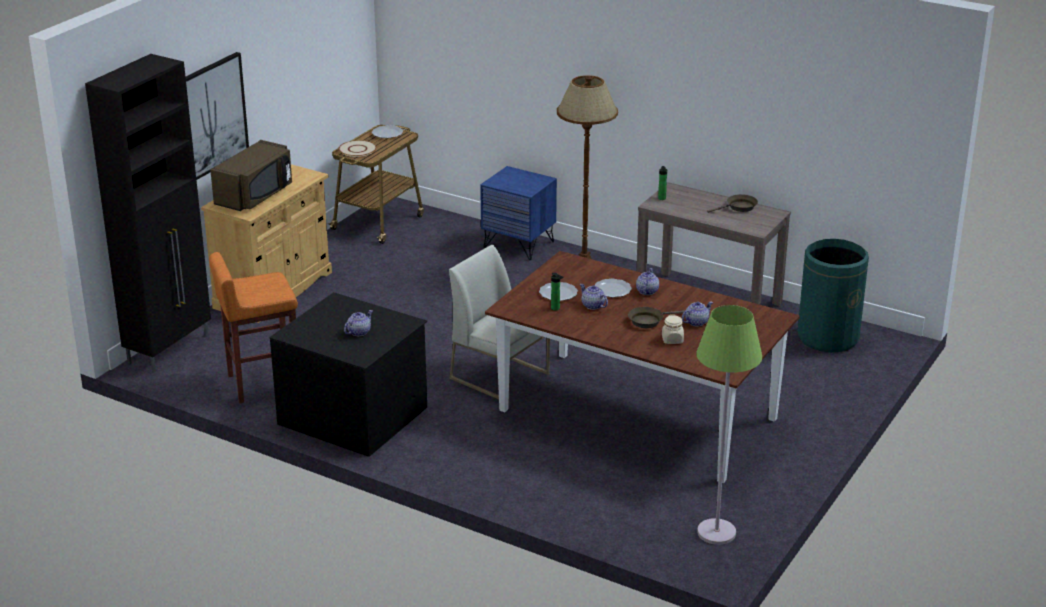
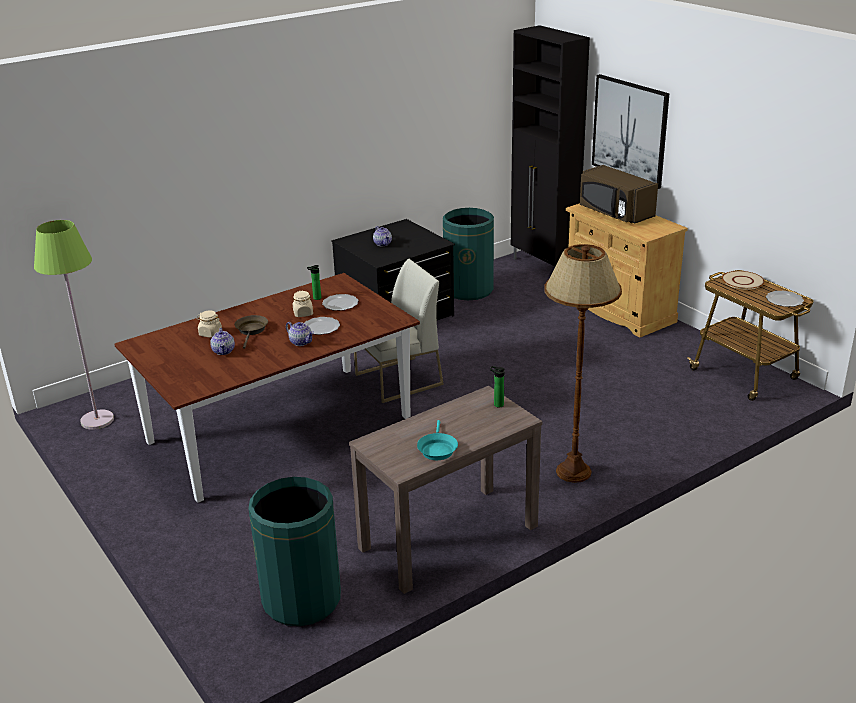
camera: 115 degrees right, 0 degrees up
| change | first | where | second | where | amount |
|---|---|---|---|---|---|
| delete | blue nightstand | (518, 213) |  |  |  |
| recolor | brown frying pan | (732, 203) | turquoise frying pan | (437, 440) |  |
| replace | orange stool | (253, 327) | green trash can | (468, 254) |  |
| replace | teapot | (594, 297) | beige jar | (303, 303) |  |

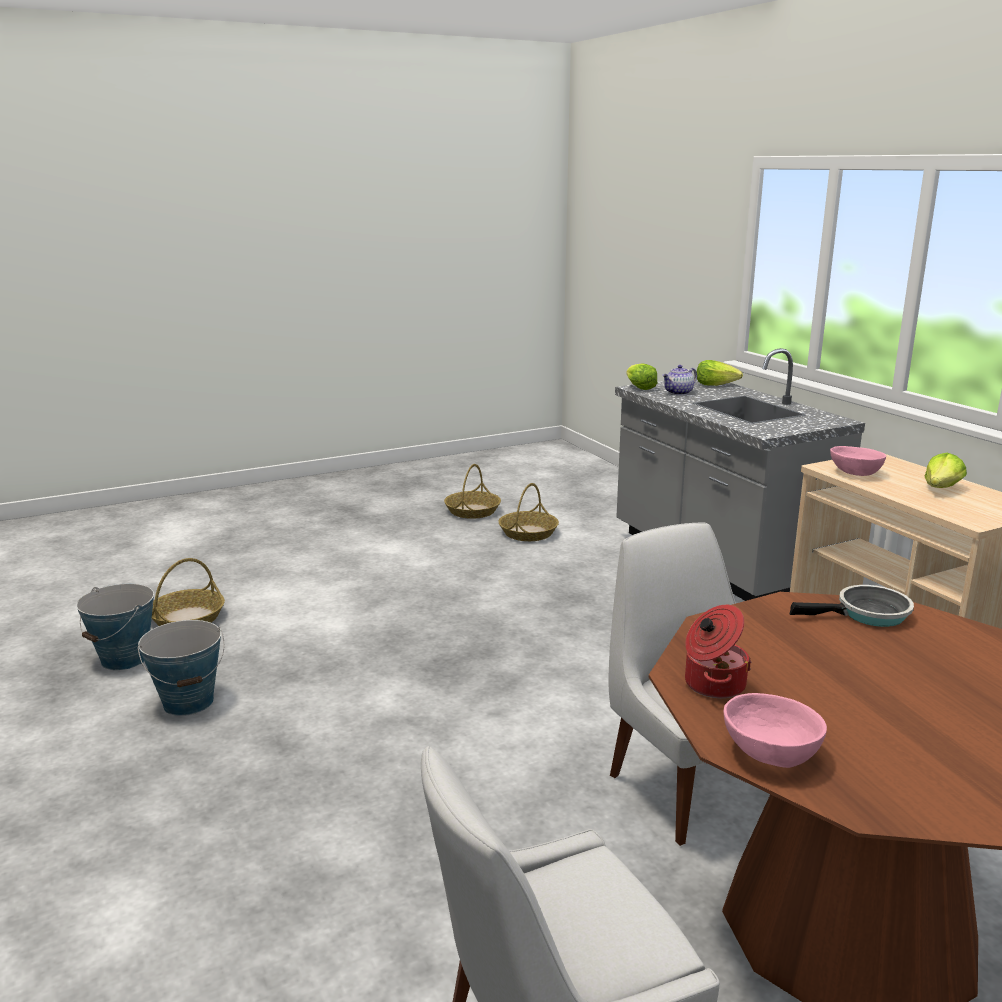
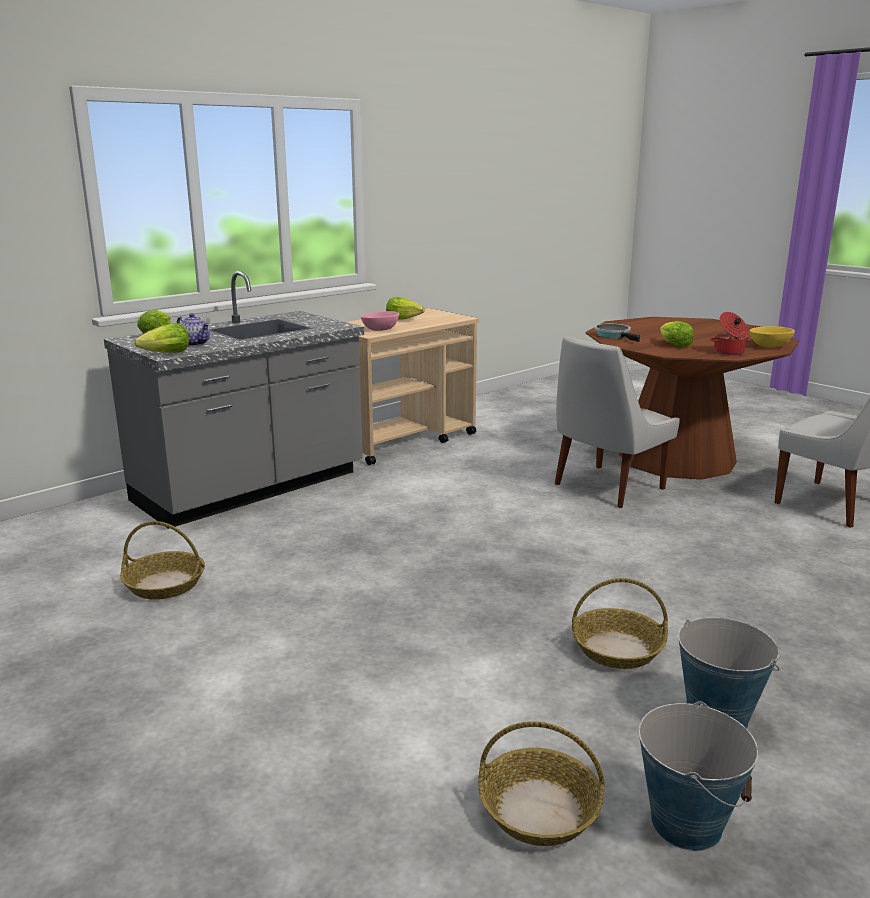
camera: 105 degrees left, 0 degrees up
| change | first | where | second | where | amount |
|---|---|---|---|---|---|
| move | basket | (472, 491) |  | (620, 623) |  |
| recolor | pink bowl | (775, 730) | yellow bowl | (772, 337) |  |
| insert |  |  | lettuce | (677, 334) |  |

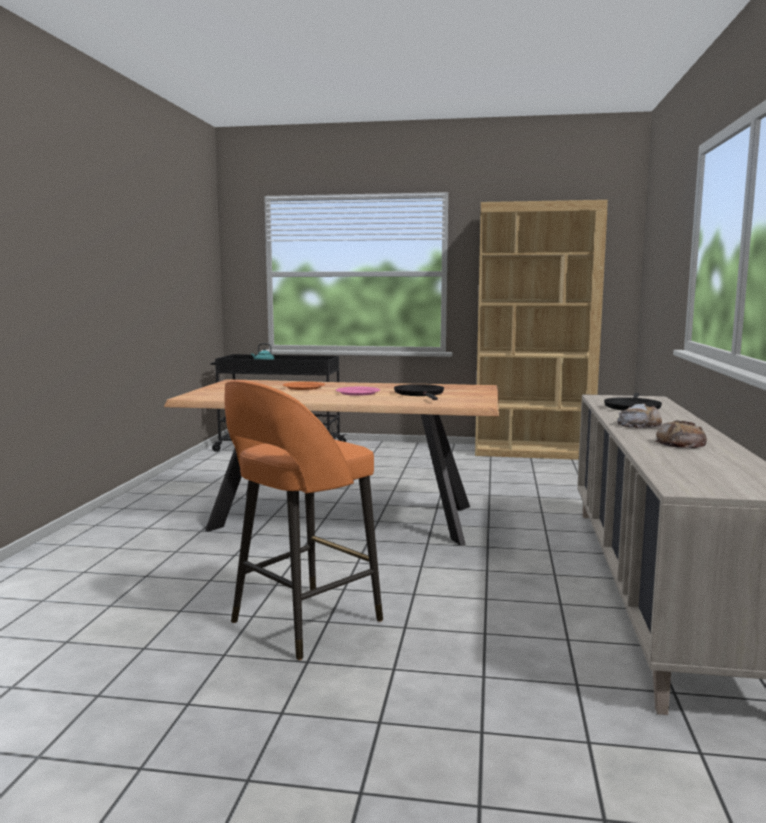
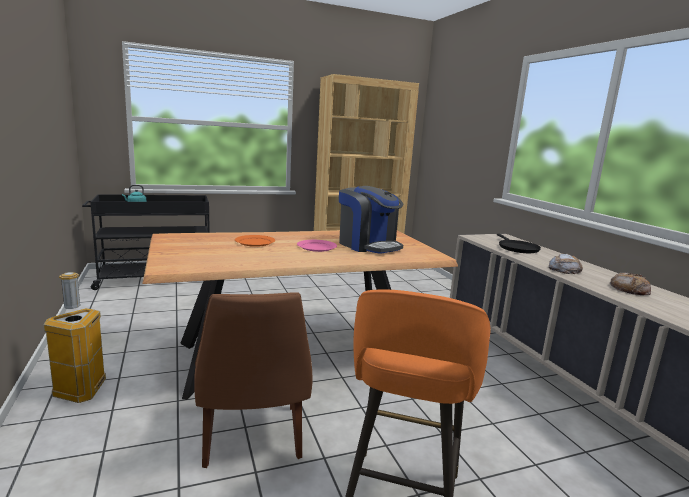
camera: 30 degrees left, 5 degrees up
| change | first | where | second | where | amount |
|---|---|---|---|---|---|
| replace | black frying pan | (419, 392) | coffee machine | (371, 220) |  |
| insert |  |  | trash can | (75, 337) |  |
| insert |  |  | brown chair | (253, 380) |  |

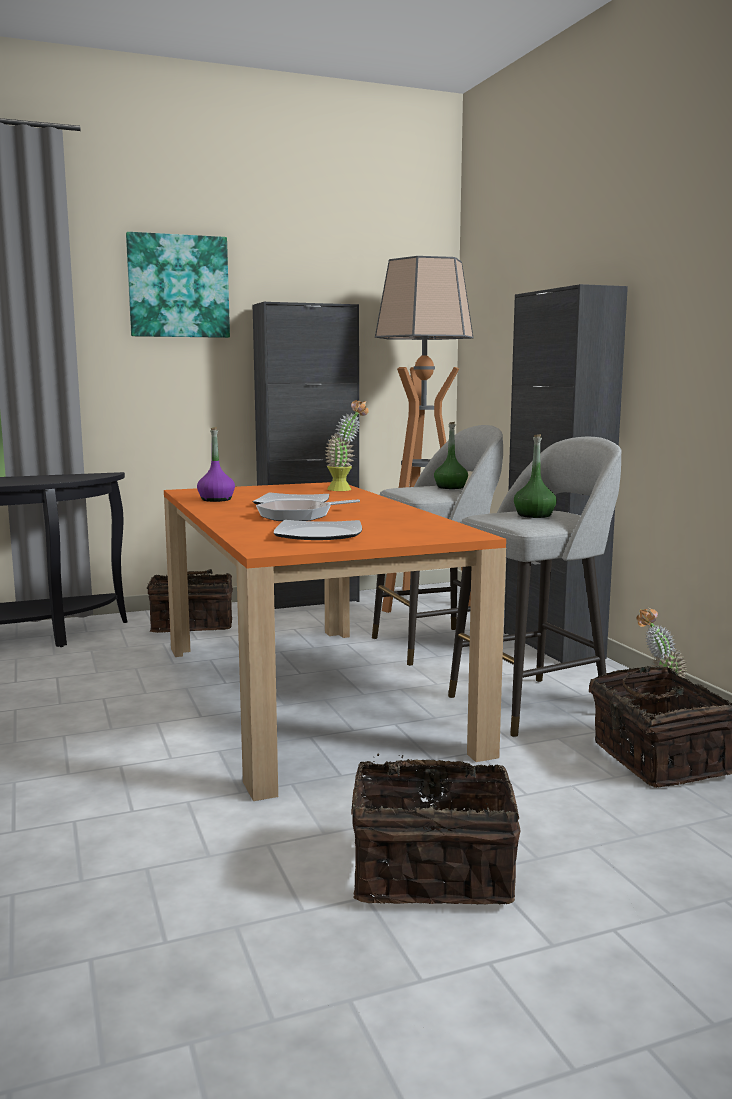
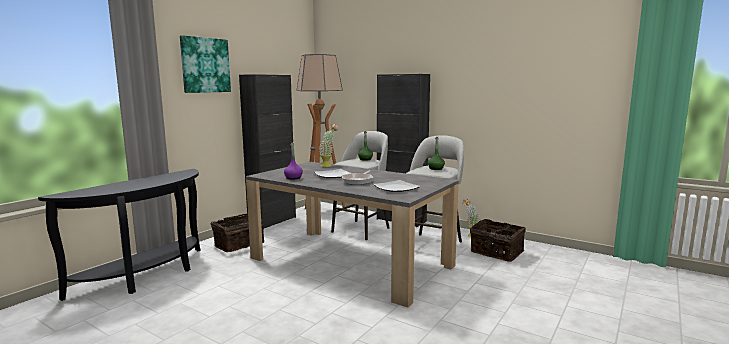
camera: 35 degrees left, 0 degrees up
| change | first | where | second | where | amount |
|---|---|---|---|---|---|
| recolor | orange dining table | (335, 641) | grey dining table | (352, 234) |  |
| delete | basket | (436, 829) |  |  |  |

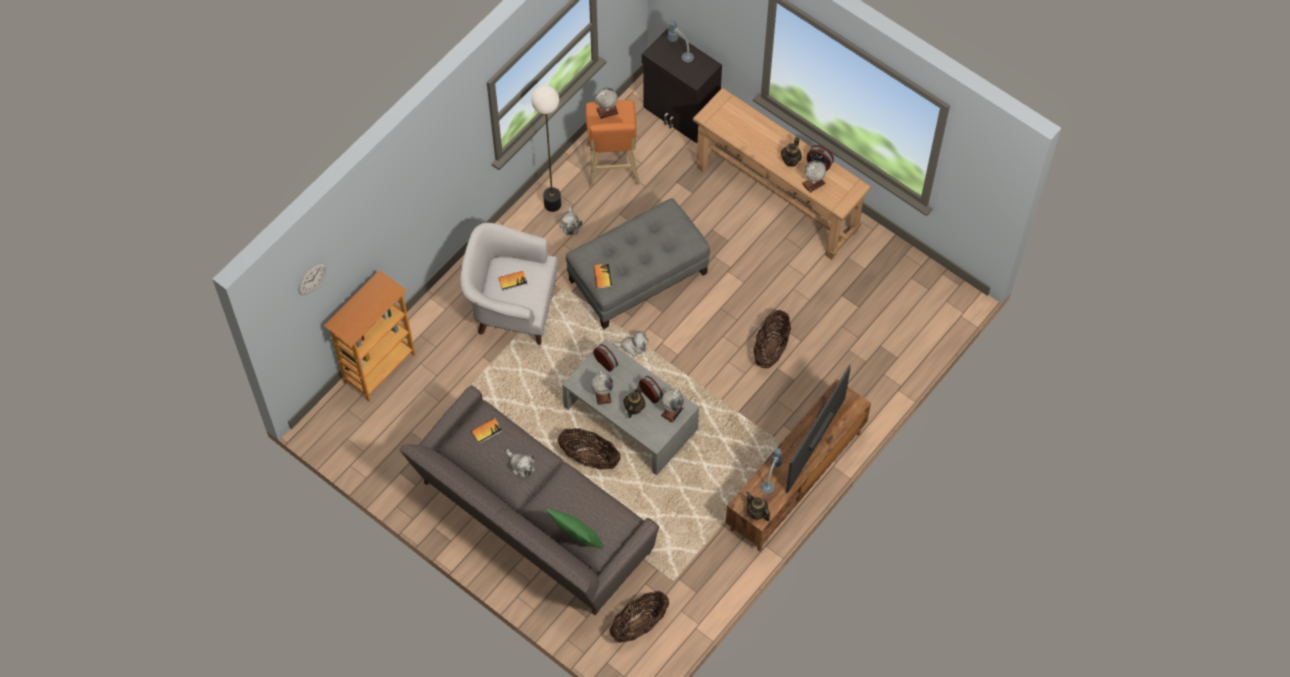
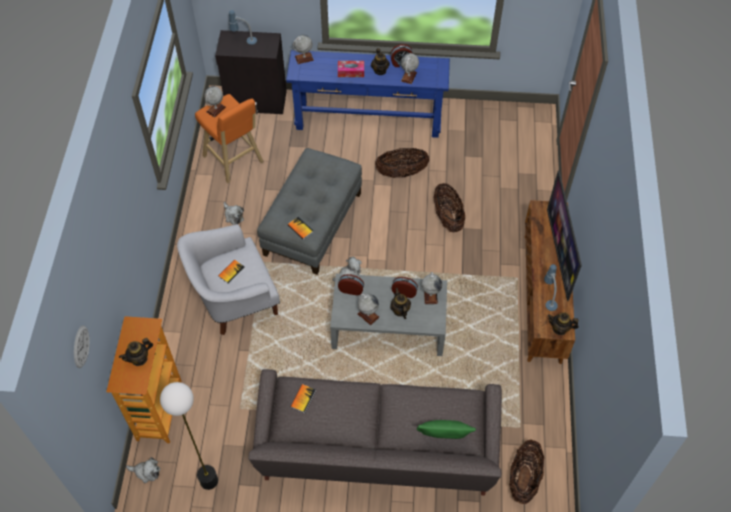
camera: 35 degrees left, 5 degrees down
| change | first | where | second | where | amount |
|---|---|---|---|---|---|
| move | floor lamp | (546, 148) |  | (189, 436) |  |
| recolor | brown console table | (782, 174) | blue console table | (368, 94) |  |
| move | basket | (589, 449) |  | (402, 163) |  |
| move | plush toy | (520, 463) |  | (143, 470) |  |
| insert |  |  | globe | (303, 49) |  |
| insert |  |  | tissue box | (351, 69) |  |
| insert |  |  | teapot | (136, 352) |  |

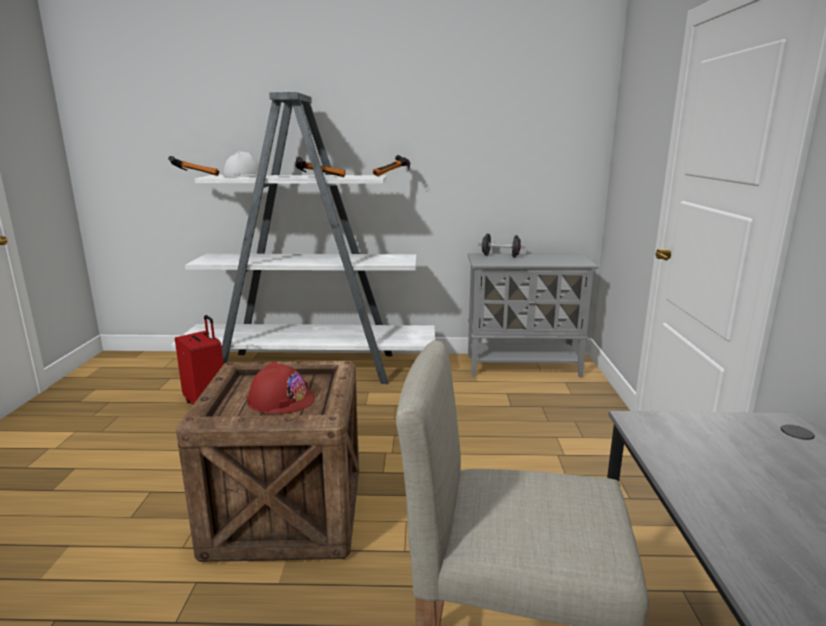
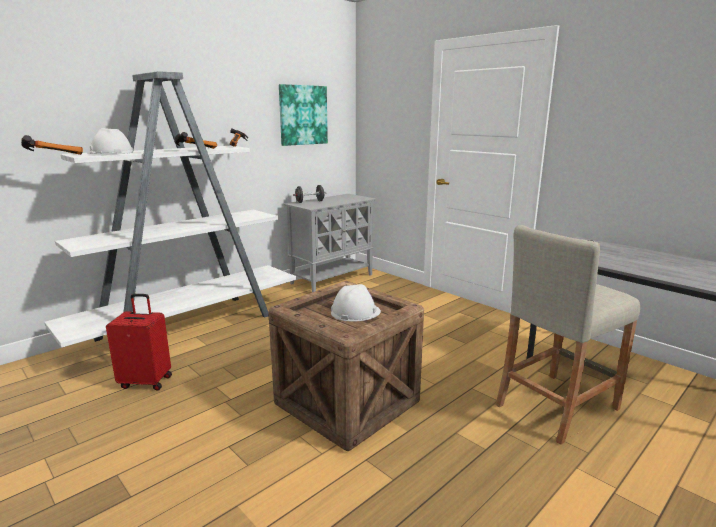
camera: 45 degrees left, 0 degrees up
| change | first | where | second | where | amount |
|---|---|---|---|---|---|
| recolor | red hard hat | (281, 388) | white hard hat | (356, 303) |  |
| insert |  |  | picture | (303, 115) |  |

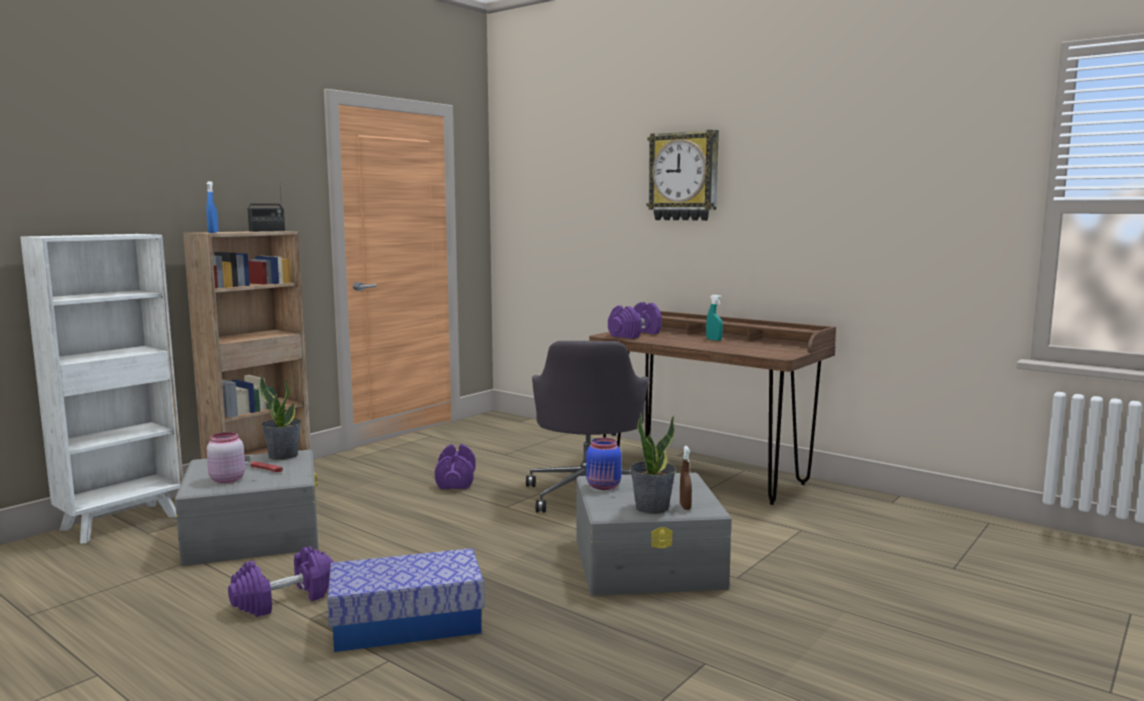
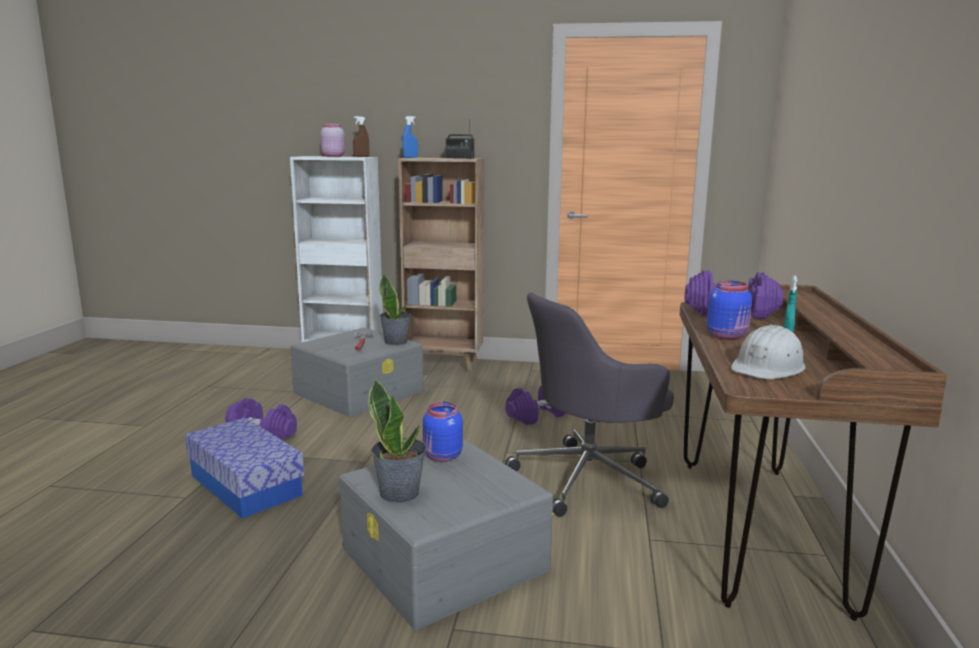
camera: 60 degrees right, 5 degrees up
| change | first | where | second | where | amount |
|---|---|---|---|---|---|
| delete | wall clock | (682, 175) |  |  |  |
| move | pink jar | (226, 457) |  | (332, 140) |  |
| move | brown spray bottle | (686, 478) |  | (361, 136) |  |
| insert |  |  | blue jar | (729, 310) |  |
| insert |  |  | white hard hat | (768, 351) |  |

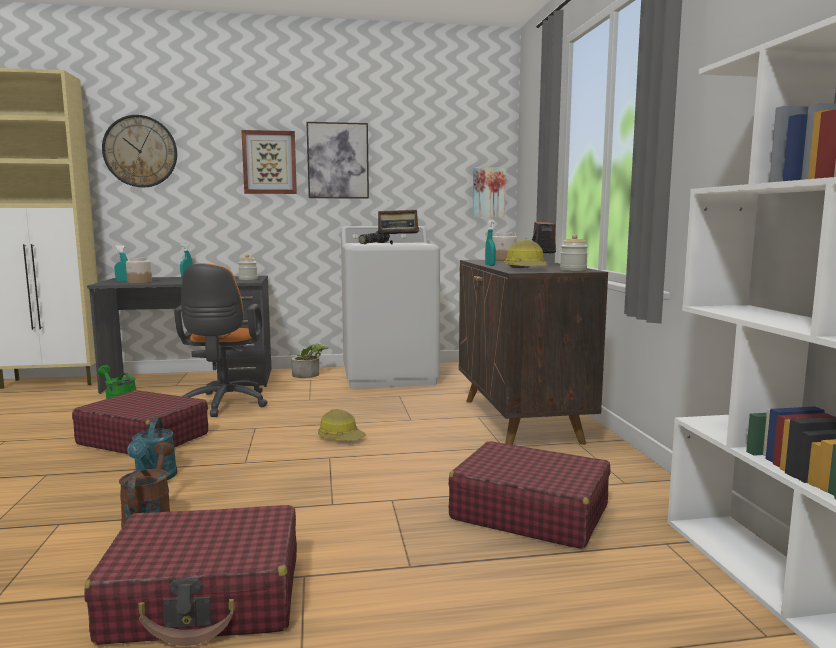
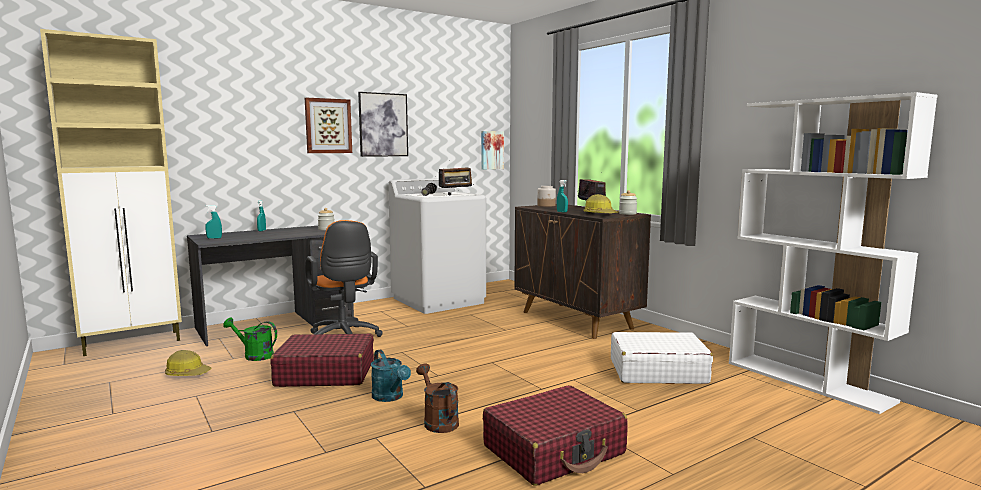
camera: 25 degrees left, 0 degrees up
| change | first | where | second | where | amount |
|---|---|---|---|---|---|
| delete | wall clock | (139, 151) |  |  |  |
| delete | jar | (139, 270) |  |  |  |
| delete | potted plant | (310, 360) |  |  |  |
| move | hard hat | (342, 425) |  | (188, 363) |  |
| recolor | red suitcase | (529, 495) | white suitcase | (662, 358) |  |

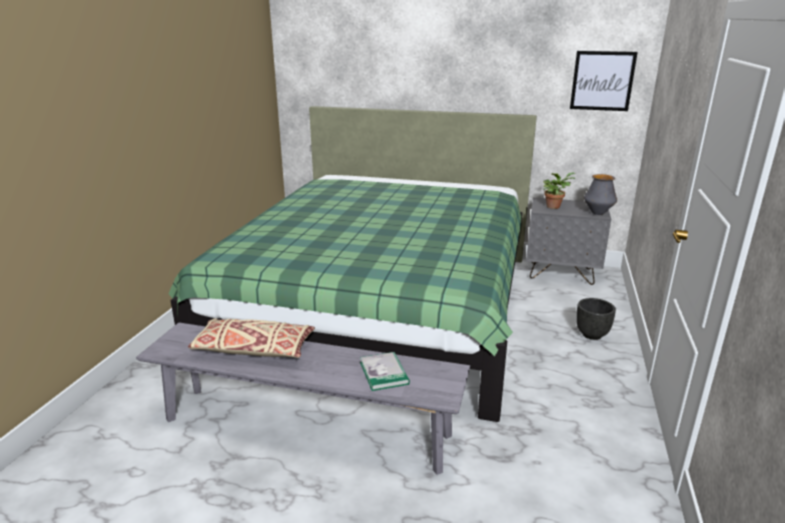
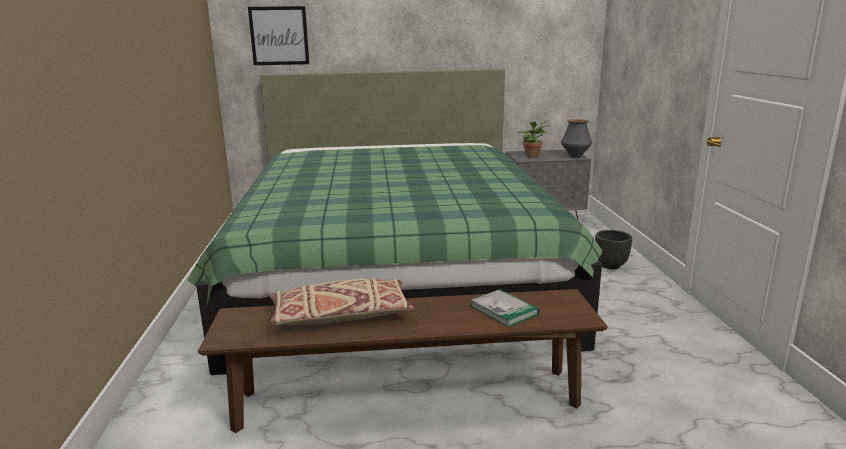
camera: 20 degrees left, 5 degrees down
| change | first | where | second | where | amount |
|---|---|---|---|---|---|
| move | picture | (604, 81) |  | (278, 35) |  |
| recolor | grey bench | (303, 399) | brown bench | (403, 361) |  |

